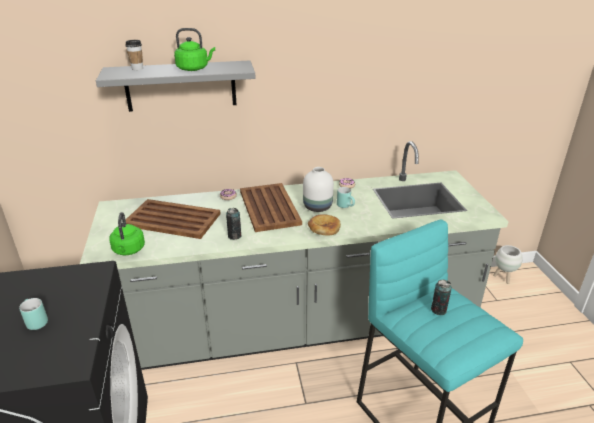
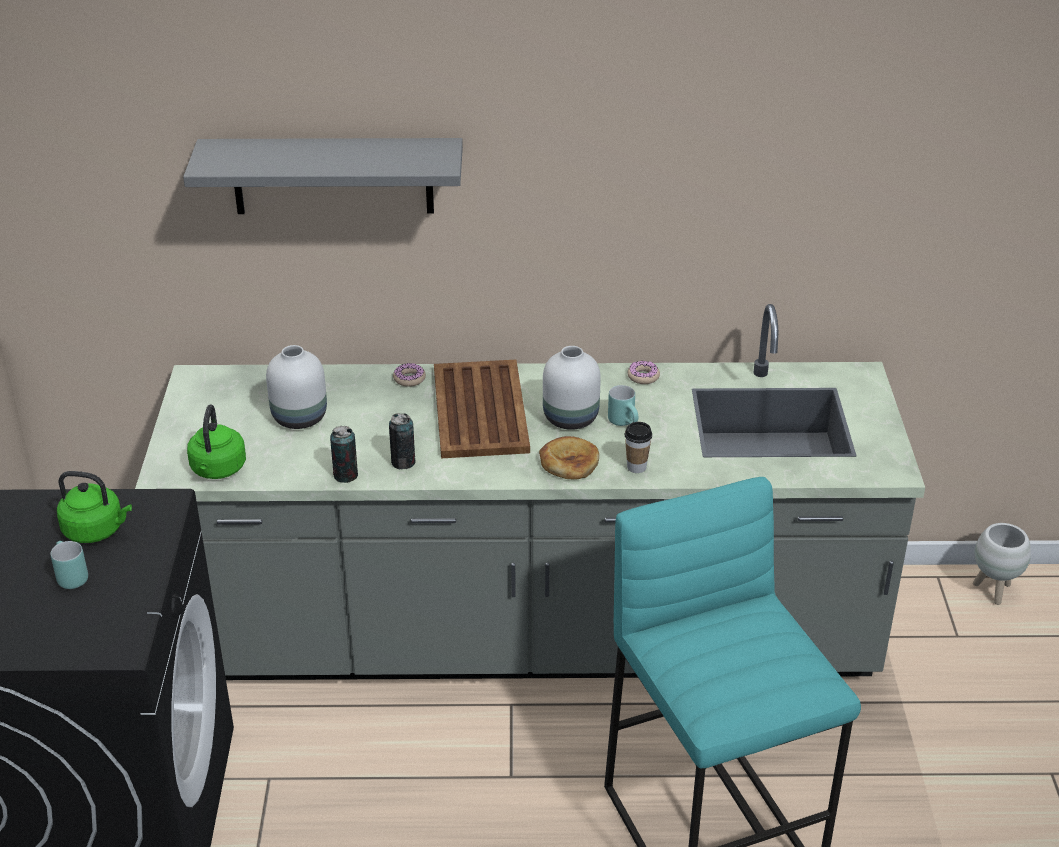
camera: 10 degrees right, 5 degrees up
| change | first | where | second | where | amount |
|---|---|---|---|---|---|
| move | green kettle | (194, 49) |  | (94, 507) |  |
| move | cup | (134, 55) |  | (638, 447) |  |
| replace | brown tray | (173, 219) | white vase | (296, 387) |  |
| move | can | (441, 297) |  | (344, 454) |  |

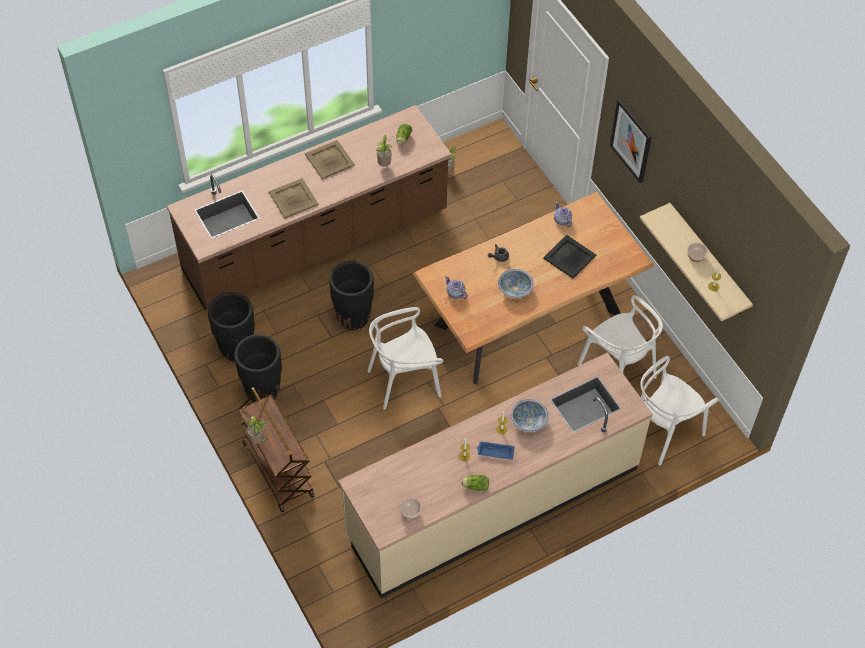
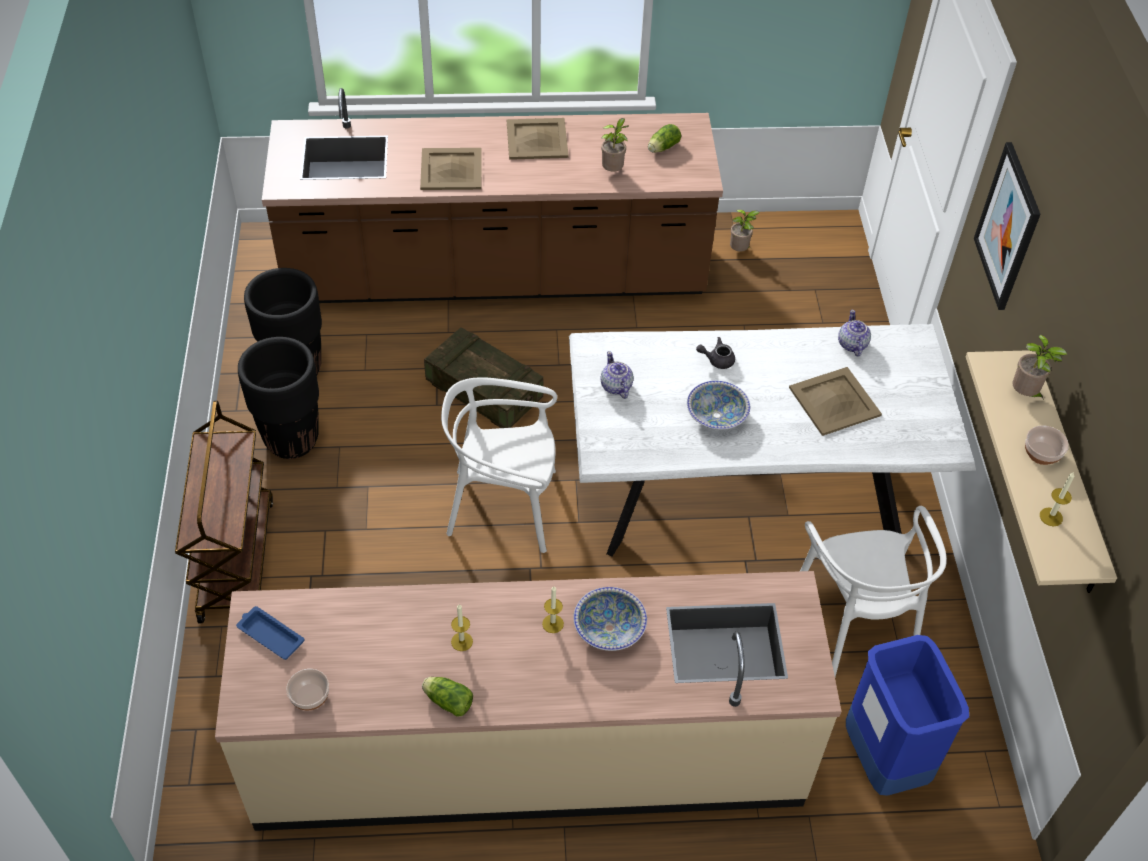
camera: 25 degrees right, 5 degrees down
| change | first | where | second | where | amount |
|---|---|---|---|---|---|
| recolor | brown dining table | (533, 288) | white dining table | (772, 440) |  |
| recolor | black tray | (569, 256) | beige tray | (835, 401) |  |
| replace | black planter | (351, 295) | crate | (484, 377) |  |
| replace | white chair | (679, 410) | blue trash can | (907, 715) |  |
| move | potted plant | (257, 430) |  | (1039, 367) |  |
| move | blue tray | (496, 450) |  | (270, 633) |  |

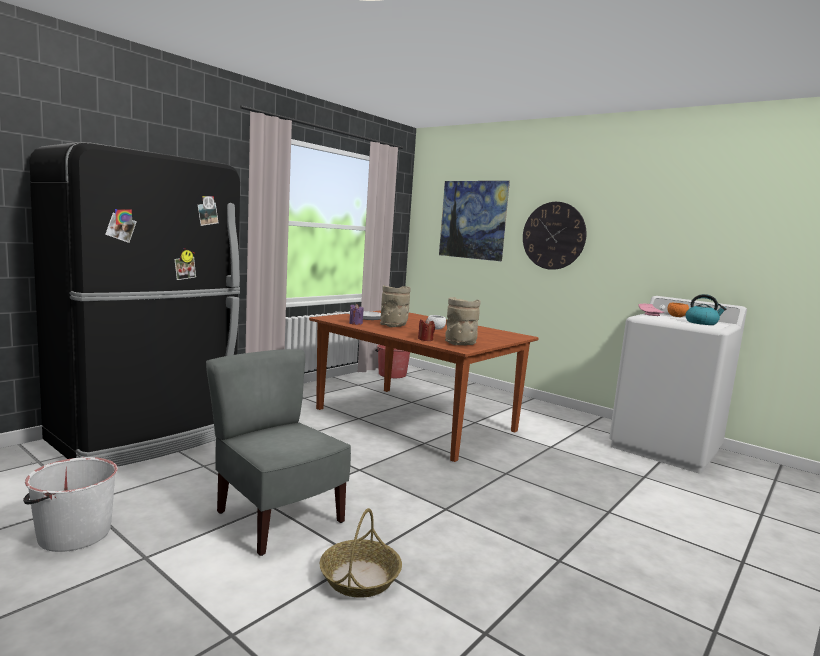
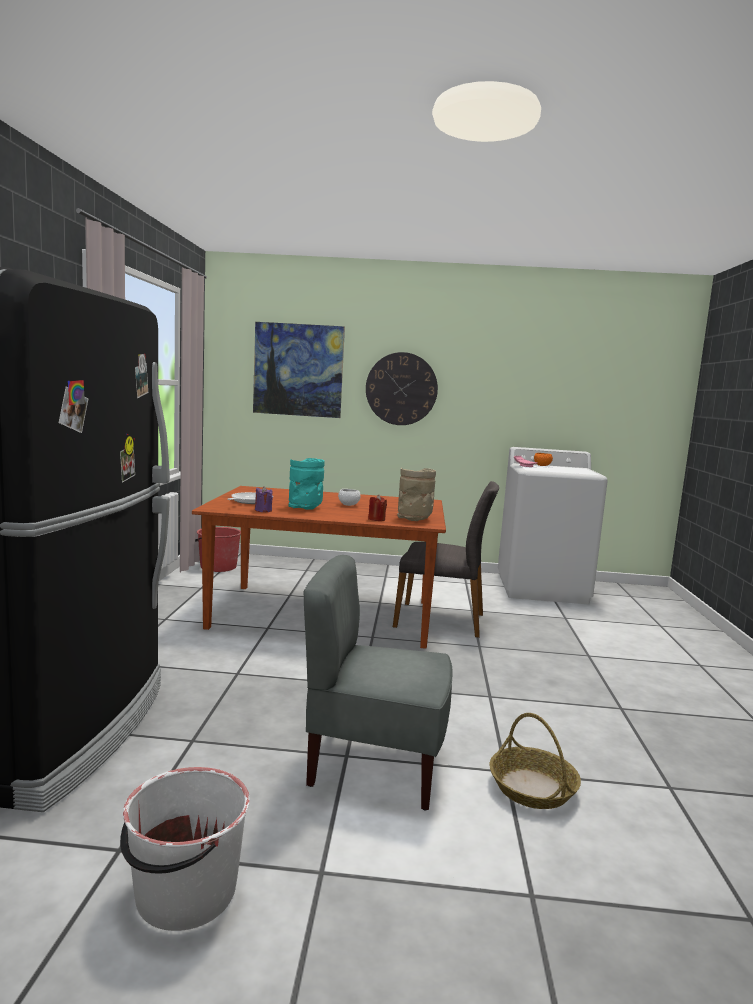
camera: 35 degrees left, 0 degrees up
| change | first | where | second | where | amount |
|---|---|---|---|---|---|
| recolor | beige vase | (395, 306) | turquoise vase | (307, 484) |  |
| delete | kettle | (706, 309) |  |  |  |
| insert |  |  | grey chair | (446, 559) |  |

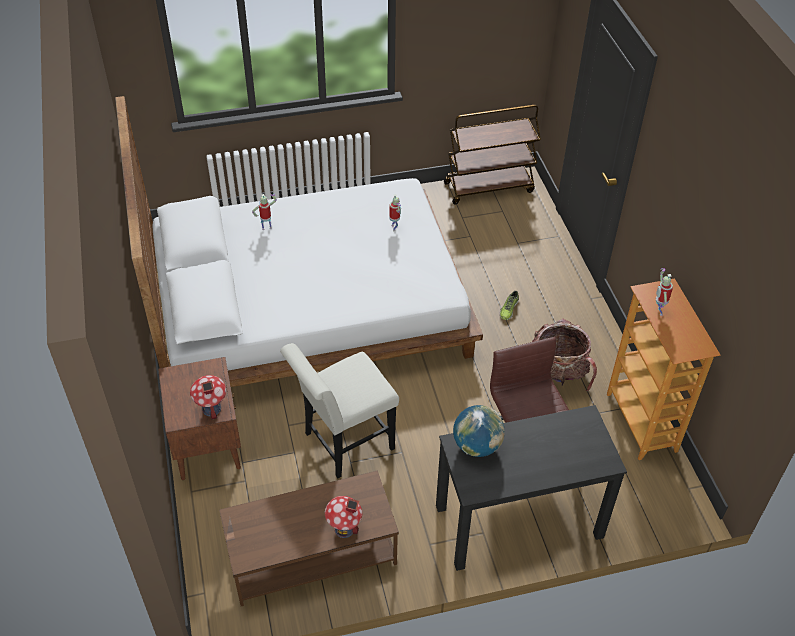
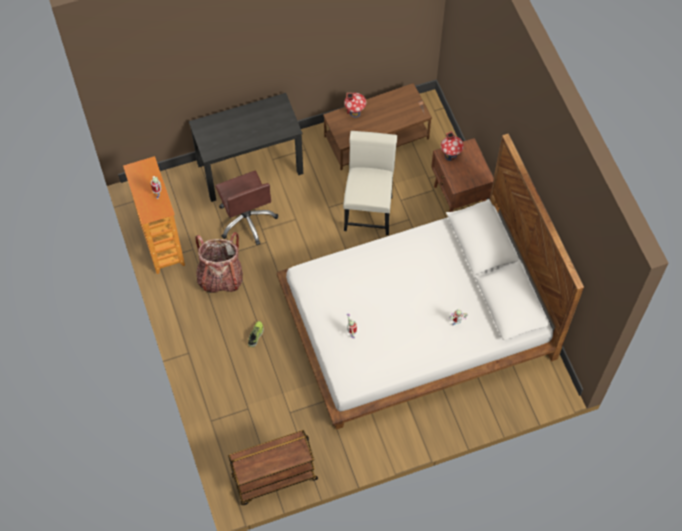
camera: 175 degrees right, 15 degrees up
| change | first | where | second | where | amount |
|---|---|---|---|---|---|
| rotate | white chair | (339, 410) |  | (370, 183) | 45 degrees counterclockwise |
| delete | globe | (479, 431) |  |  |  |

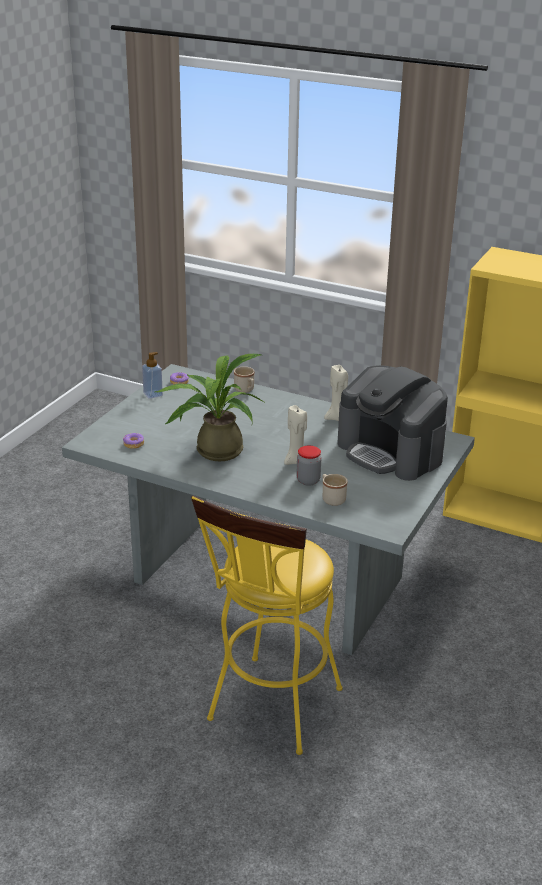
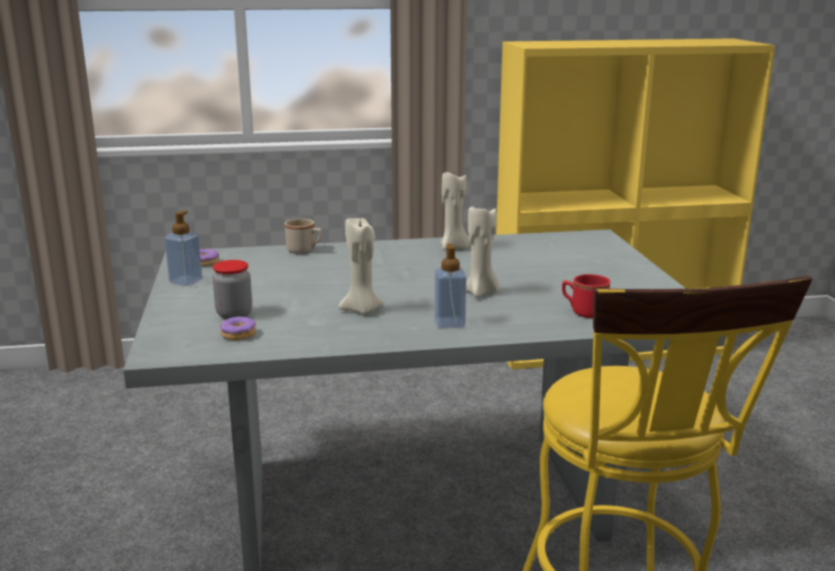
camera: 35 degrees left, 10 degrees down
| change | first | where | second | where | amount |
|---|---|---|---|---|---|
| replace | potted plant | (209, 407) | beige candle | (361, 266) |  |
| delete | coffee machine | (392, 423) |  |  |  |
| move | jar | (308, 466) |  | (232, 289) |  |
| recolor | beige mug | (335, 490) | red mug | (586, 296) |  |
| insert |  |  | soap dispenser | (450, 286) |  |

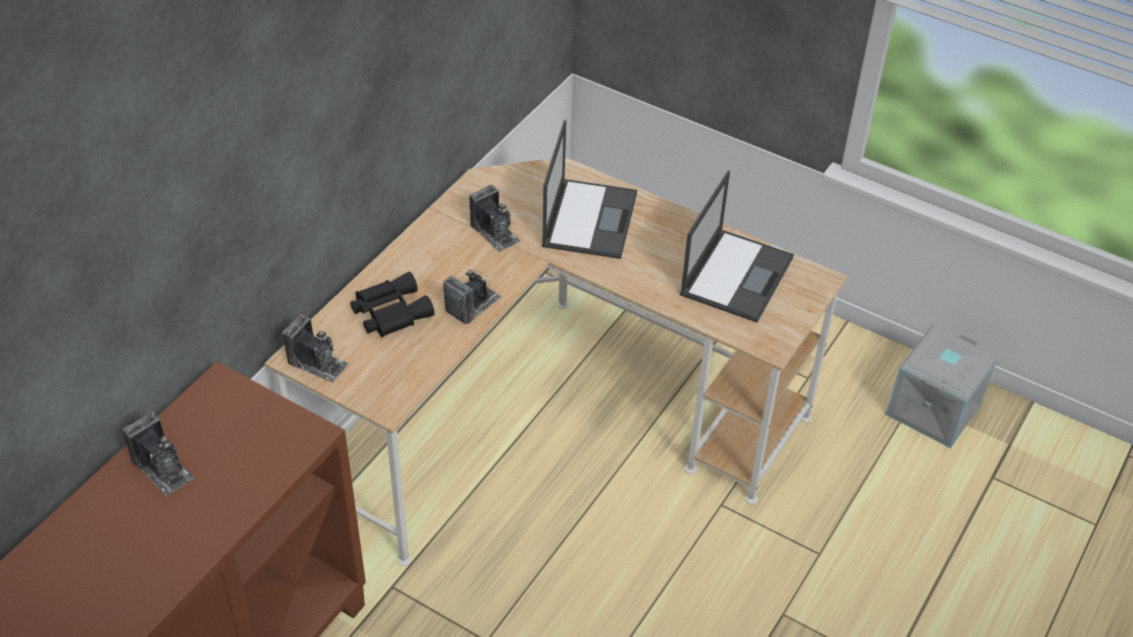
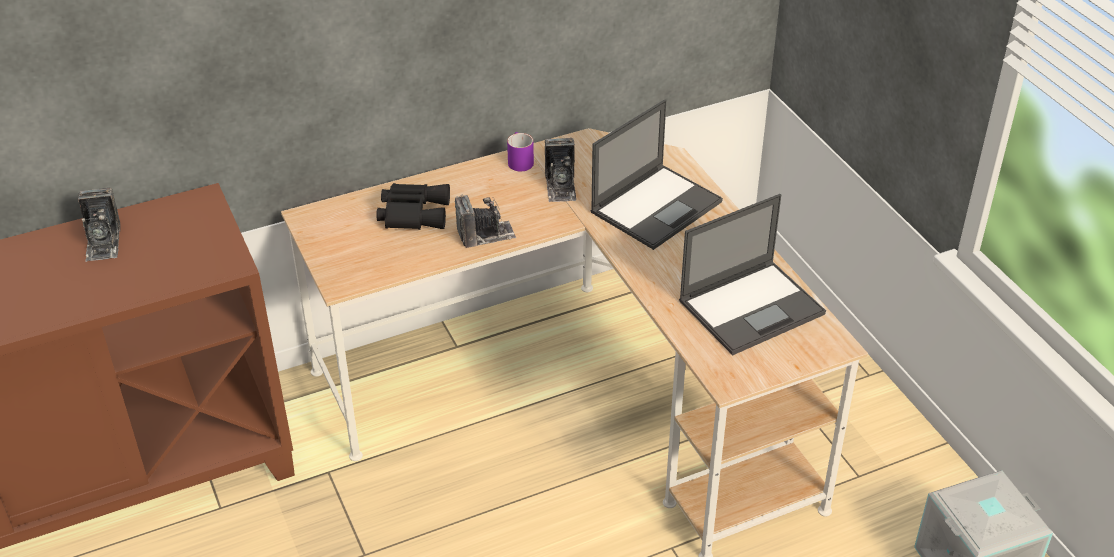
camera: 35 degrees right, 5 degrees down
| change | first | where | second | where | amount |
|---|---|---|---|---|---|
| delete | photo camera | (315, 348) |  |  |  |
| insert |  |  | purple mug | (520, 151) |  |

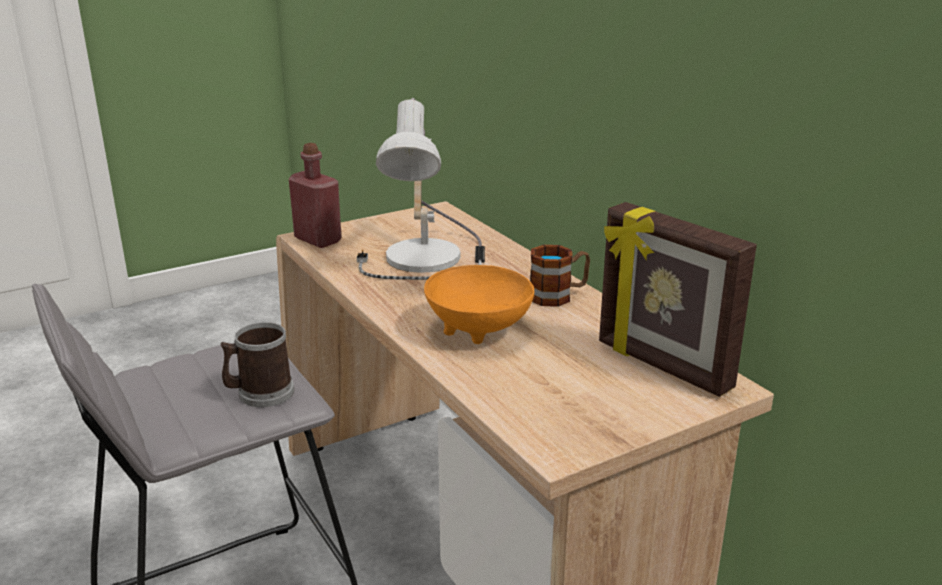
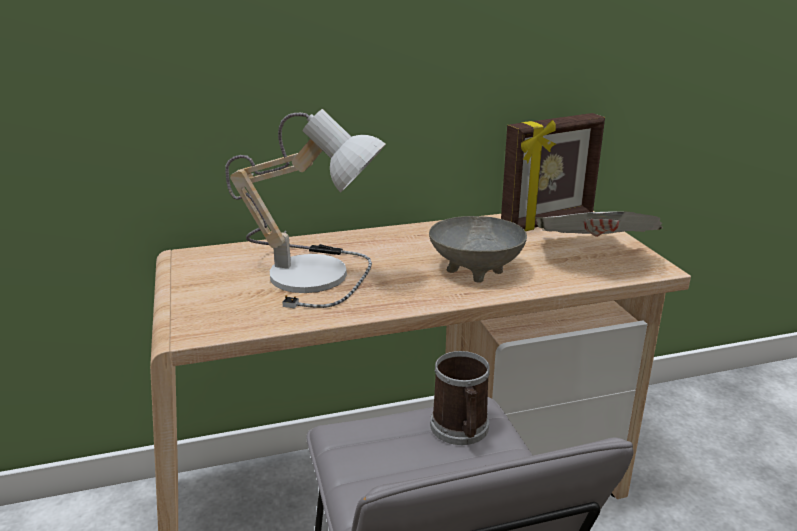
camera: 75 degrees left, 0 degrees up
| change | first | where | second | where | amount |
|---|---|---|---|---|---|
| delete | red bottle | (315, 195) |  |  |  |
| delete | mug | (560, 276) |  |  |  |
| recolor | orange bowl | (479, 304) | grey bowl | (478, 249) |  |
| insert |  |  | newspaper | (599, 224) |  |

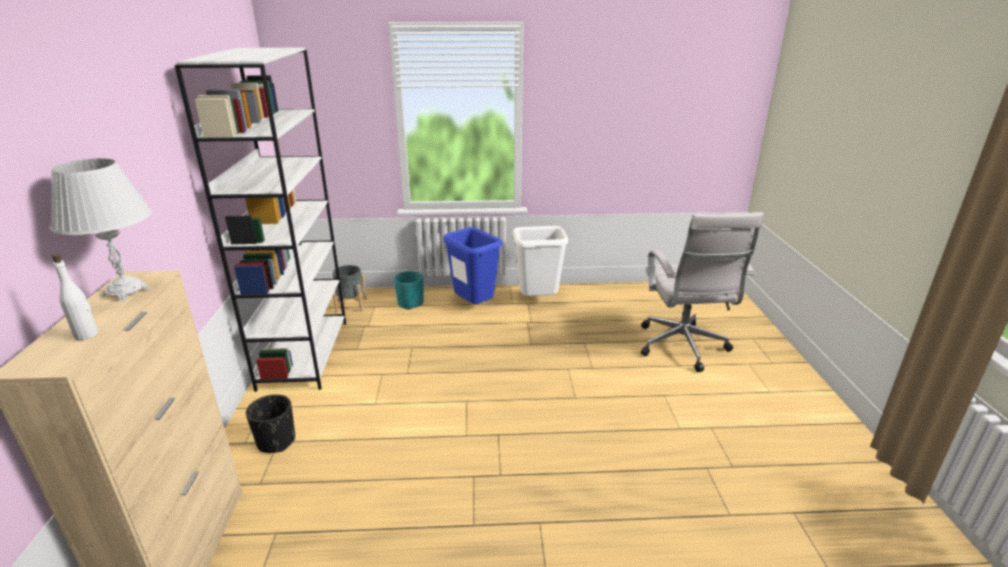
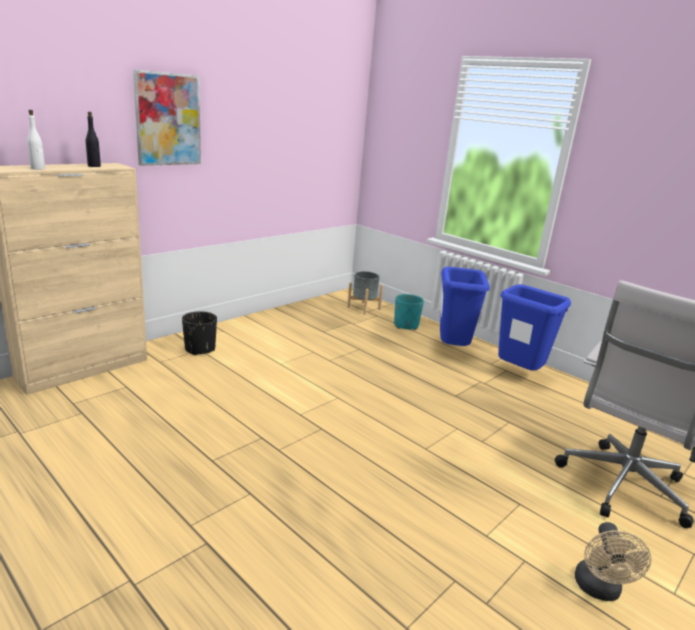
camera: 45 degrees right, 5 degrees down
| change | first | where | second | where | amount |
|---|---|---|---|---|---|
| delete | white bookcase | (260, 220) |  |  |  |
| replace | white table lamp | (100, 230) | black bottle | (93, 139) |  |
| recolor | white trash can | (540, 261) | blue trash can | (534, 327) |  |
| insert |  |  | picture | (167, 117) |  |
| insert |  |  | beige fan | (613, 561) |  |

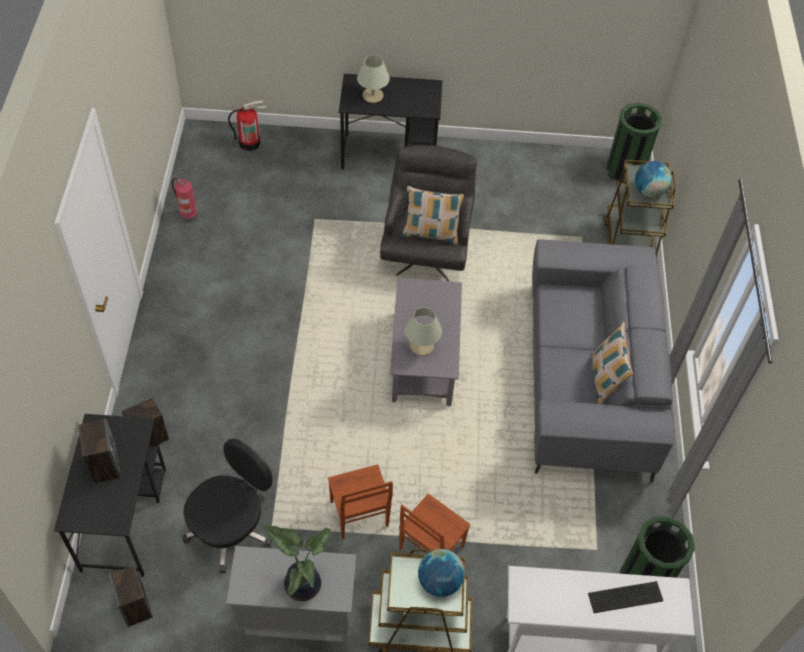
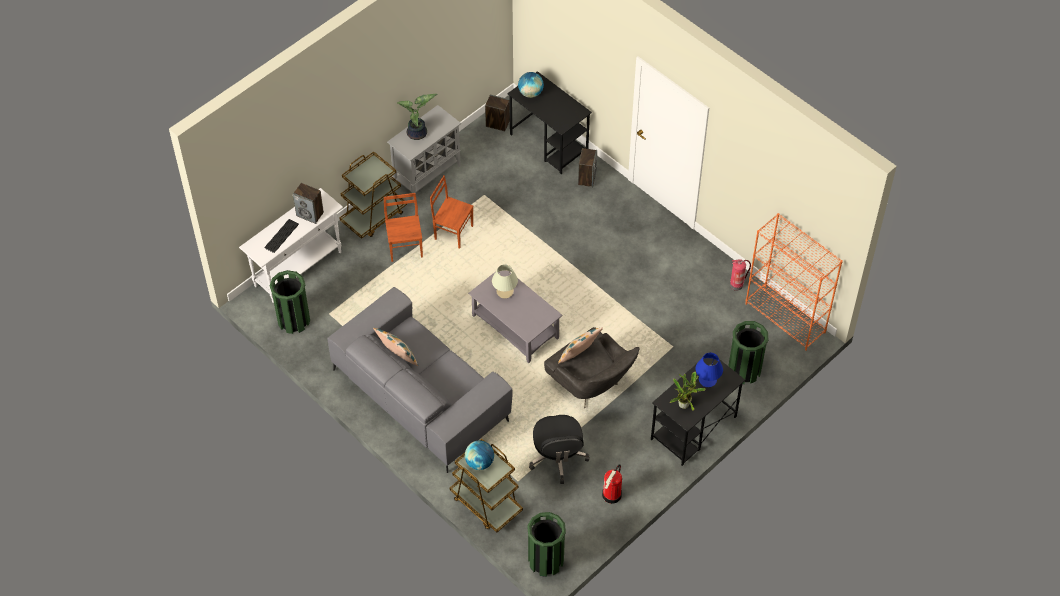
camera: 135 degrees right, 0 degrees up
| change | first | where | second | where | amount |
|---|---|---|---|---|---|
| recolor | beige table lamp | (373, 79) | blue table lamp | (709, 370) |  |
| move | fire extinguisher | (247, 125) |  | (612, 484) |  |
| move | speaker | (100, 451) |  | (308, 203) |  |
| move | black office chair | (227, 506) |  | (559, 449) |  |
| move | globe | (441, 573) |  | (531, 85) |  |
| insert |  |  | orange bookcase | (794, 282) |  |
| insert |  |  | green trash can | (748, 352) |  |
| insert |  |  | potted plant | (688, 391) |  |

